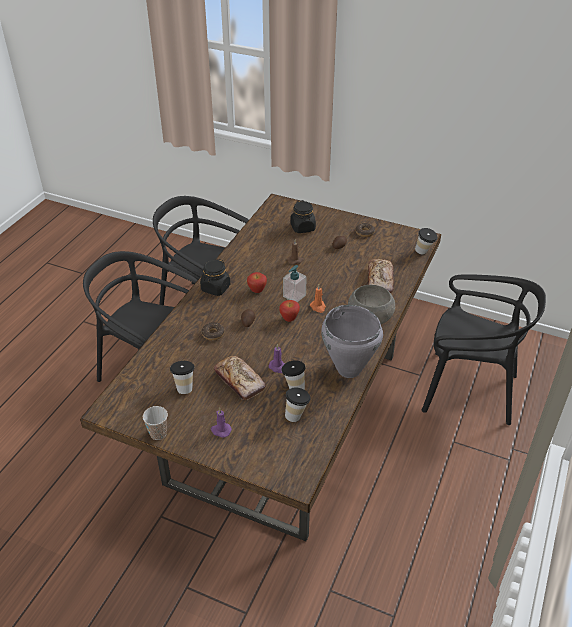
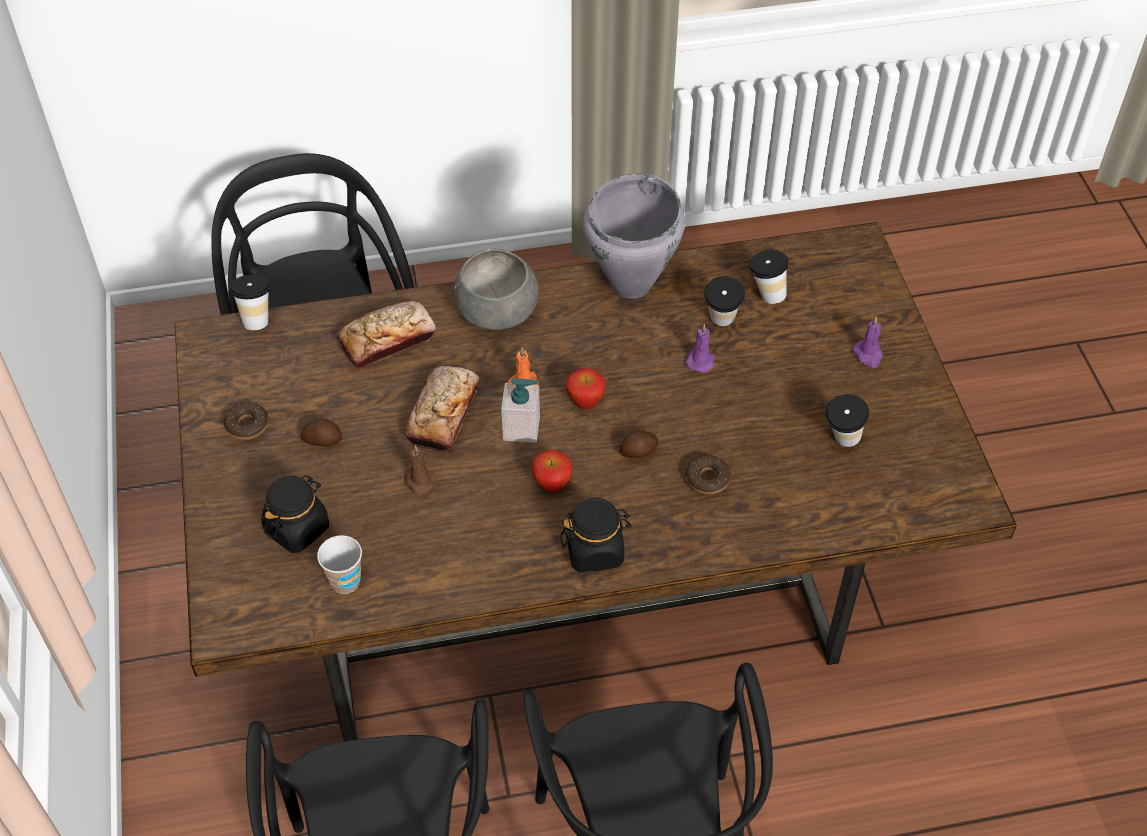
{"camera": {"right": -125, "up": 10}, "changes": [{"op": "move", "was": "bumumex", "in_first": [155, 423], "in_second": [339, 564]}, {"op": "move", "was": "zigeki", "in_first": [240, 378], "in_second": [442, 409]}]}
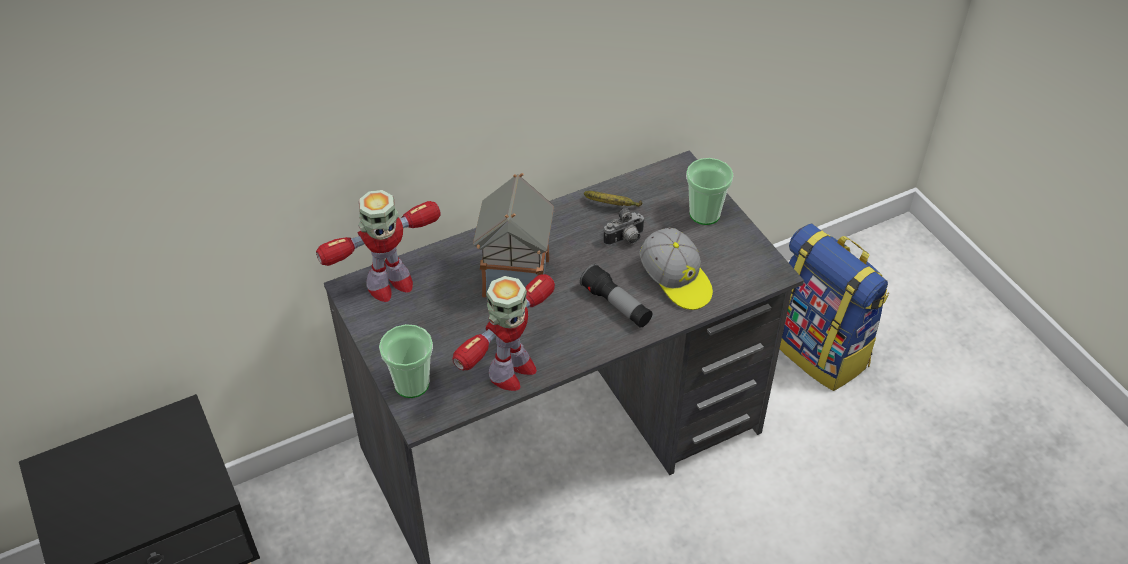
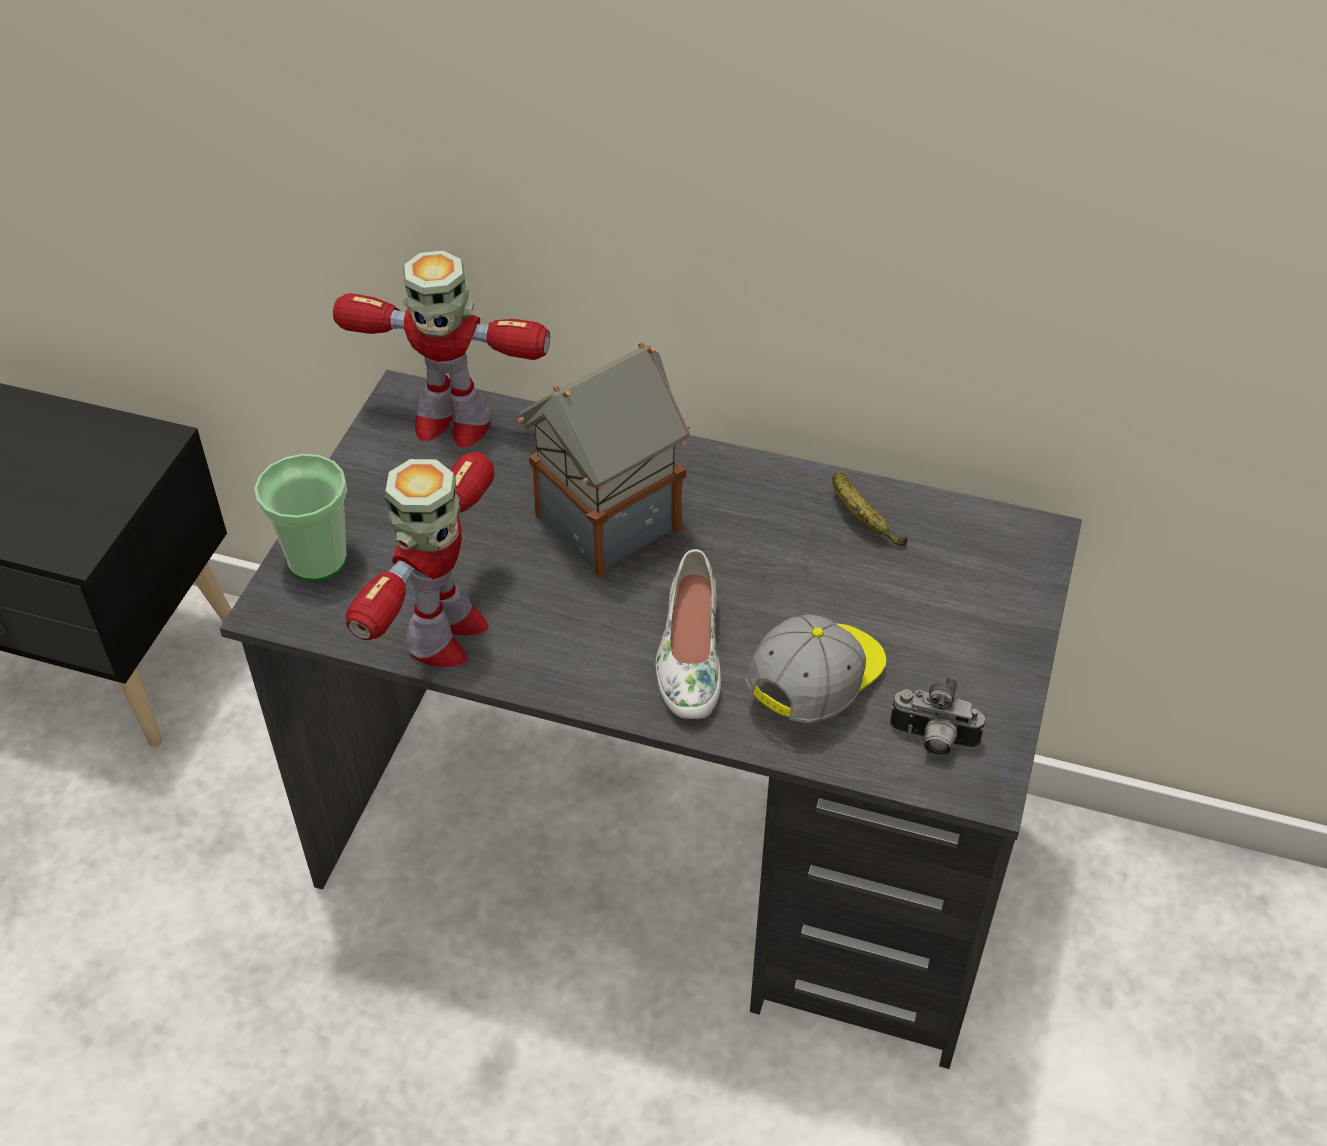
{"camera": {"right": 45, "up": 0}, "changes": [{"op": "delete", "was": "bumumex", "in_first": [710, 191]}, {"op": "delete", "was": "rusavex", "in_first": [834, 307]}, {"op": "move", "was": "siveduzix", "in_first": [624, 225], "in_second": [937, 716]}, {"op": "replace", "was": "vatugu", "now": "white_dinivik", "in_first": [616, 296], "in_second": [688, 634]}, {"op": "rotate", "was": "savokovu", "in_first": [503, 332], "in_second": [420, 559], "clockwise": -60}, {"op": "rotate", "was": "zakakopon", "in_first": [676, 269], "in_second": [815, 668], "clockwise": -150}]}
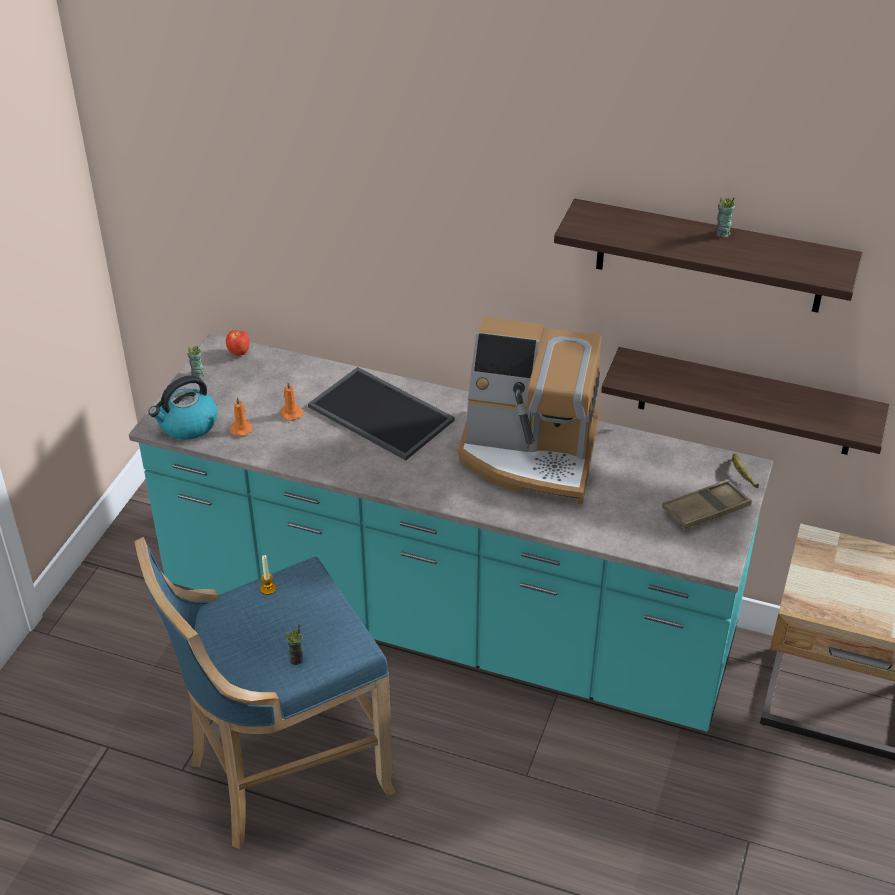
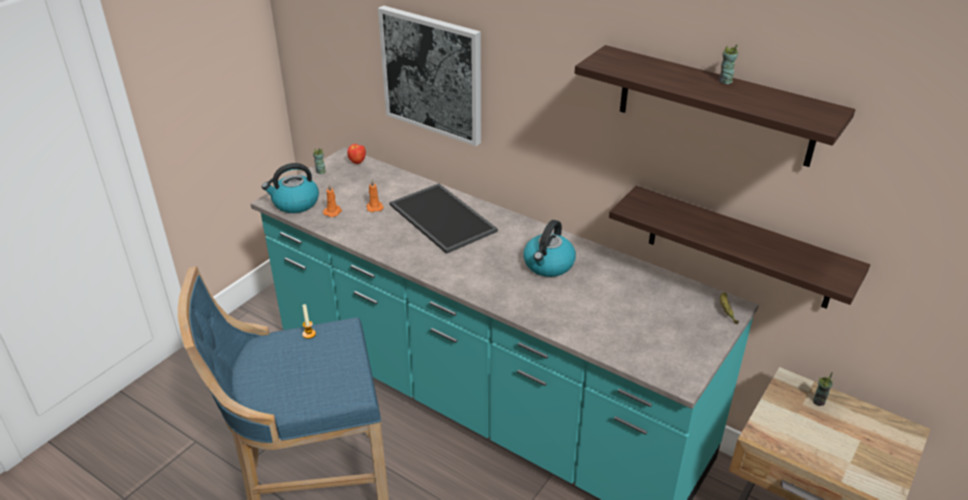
{"camera": {"right": 15, "up": -5}, "changes": [{"op": "delete", "was": "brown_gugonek", "in_first": [707, 504]}, {"op": "insert", "now": "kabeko", "in_second": [429, 76]}, {"op": "move", "was": "bumumex", "in_first": [294, 644], "in_second": [823, 389]}, {"op": "replace", "was": "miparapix", "now": "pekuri", "in_first": [530, 411], "in_second": [549, 248]}]}
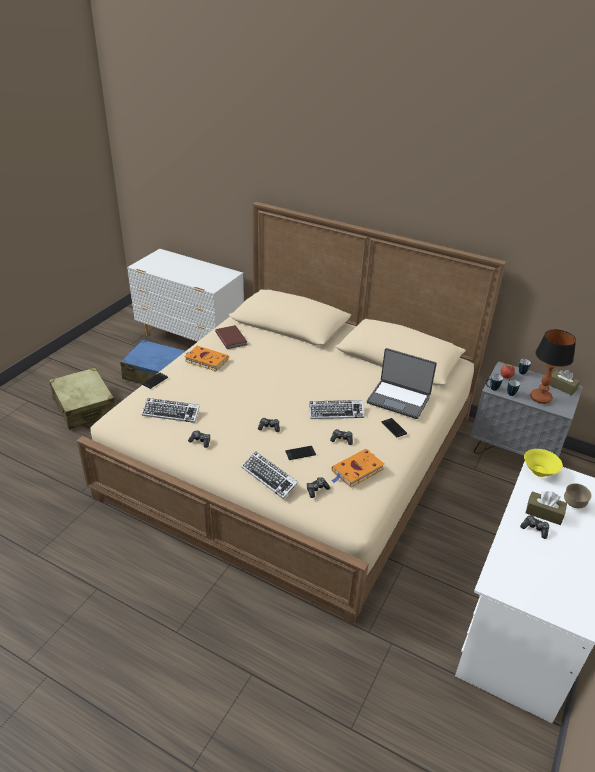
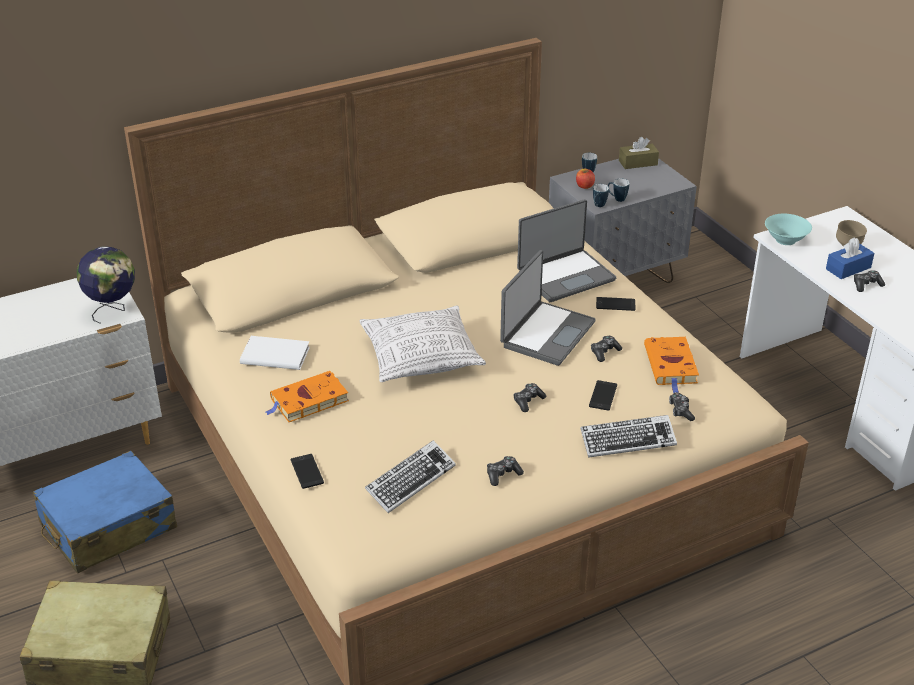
{"camera": {"right": -55, "up": 0}, "changes": [{"op": "delete", "was": "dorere", "in_first": [553, 366]}, {"op": "insert", "now": "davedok", "in_second": [106, 285]}, {"op": "insert", "now": "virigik", "in_second": [422, 343]}, {"op": "replace", "was": "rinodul", "now": "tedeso", "in_first": [336, 409], "in_second": [548, 308]}, {"op": "recolor", "was": "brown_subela", "now": "white_subela", "in_first": [231, 337], "in_second": [275, 353]}, {"op": "recolor", "was": "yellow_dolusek", "now": "turquoise_dolusek", "in_first": [543, 463], "in_second": [788, 229]}, {"op": "recolor", "was": "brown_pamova", "now": "blue_pamova", "in_first": [546, 508], "in_second": [850, 258]}]}
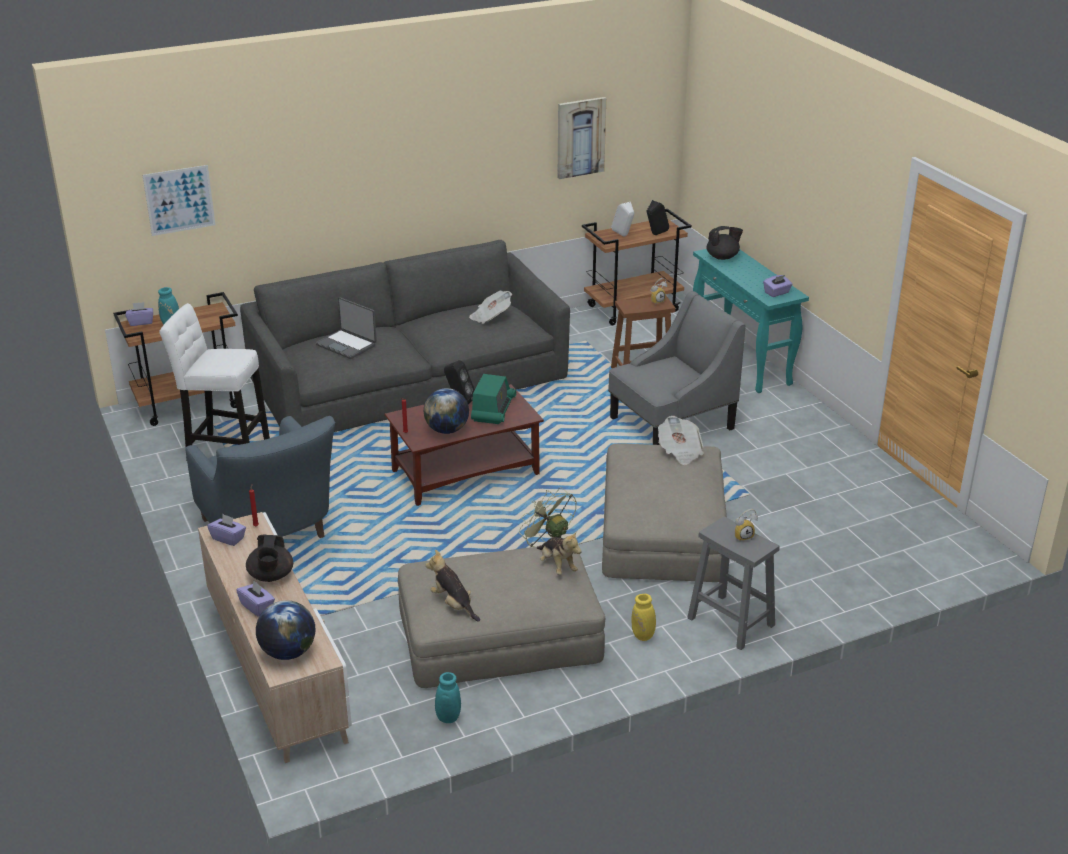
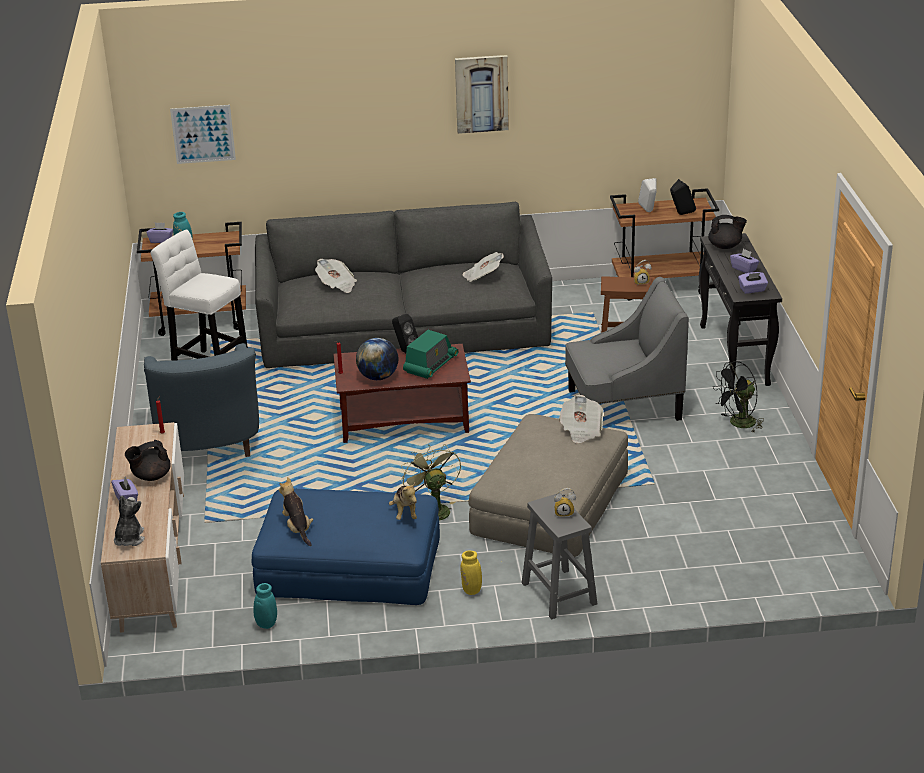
{"camera": {"right": 20, "up": 0}, "changes": [{"op": "insert", "now": "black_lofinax", "in_second": [738, 396]}, {"op": "move", "was": "purple_pamova", "in_first": [226, 530], "in_second": [745, 261]}, {"op": "move", "was": "kabeko", "in_first": [581, 138], "in_second": [482, 94]}, {"op": "replace", "was": "davedok", "now": "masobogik", "in_first": [285, 630], "in_second": [129, 520]}, {"op": "replace", "was": "tedeso", "now": "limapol", "in_first": [346, 328], "in_second": [336, 276]}, {"op": "recolor", "was": "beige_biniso", "now": "blue_biniso", "in_first": [501, 617], "in_second": [346, 547]}, {"op": "recolor", "was": "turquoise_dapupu", "now": "black_dapupu", "in_first": [751, 321], "in_second": [740, 311]}, {"op": "rotate", "was": "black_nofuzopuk", "in_first": [269, 558], "in_second": [148, 460], "clockwise": 45}]}
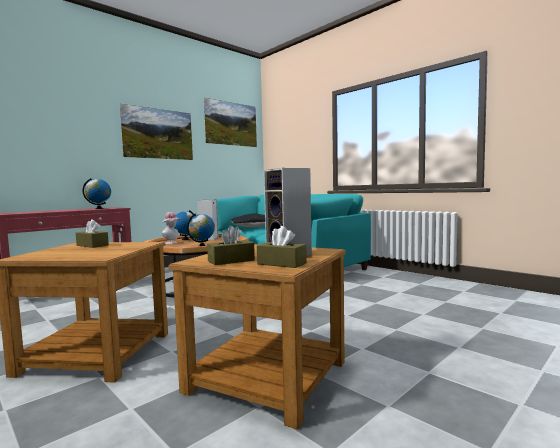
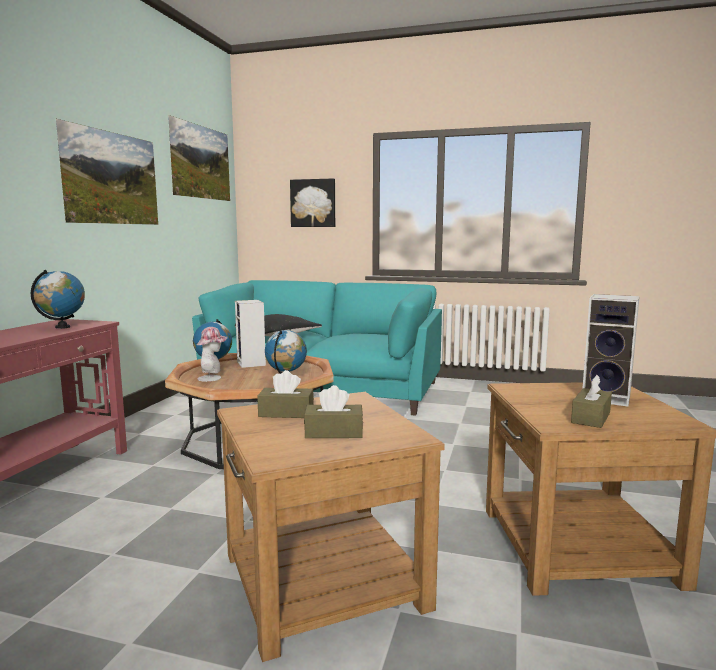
{"camera": {"right": -30, "up": 5}, "changes": [{"op": "insert", "now": "kabeko", "in_second": [312, 202]}, {"op": "move", "was": "brown_pamova", "in_first": [282, 247], "in_second": [333, 411]}]}
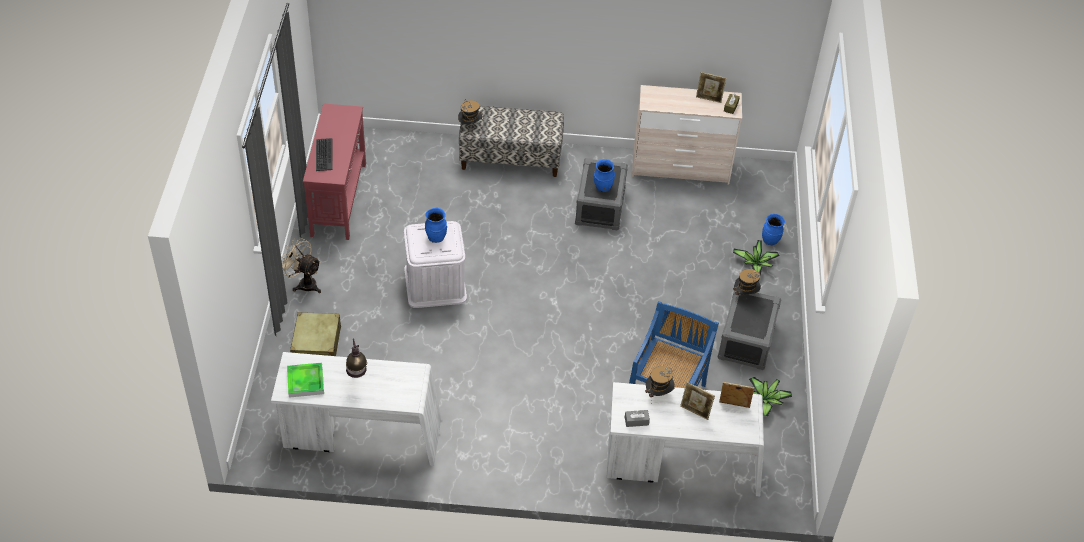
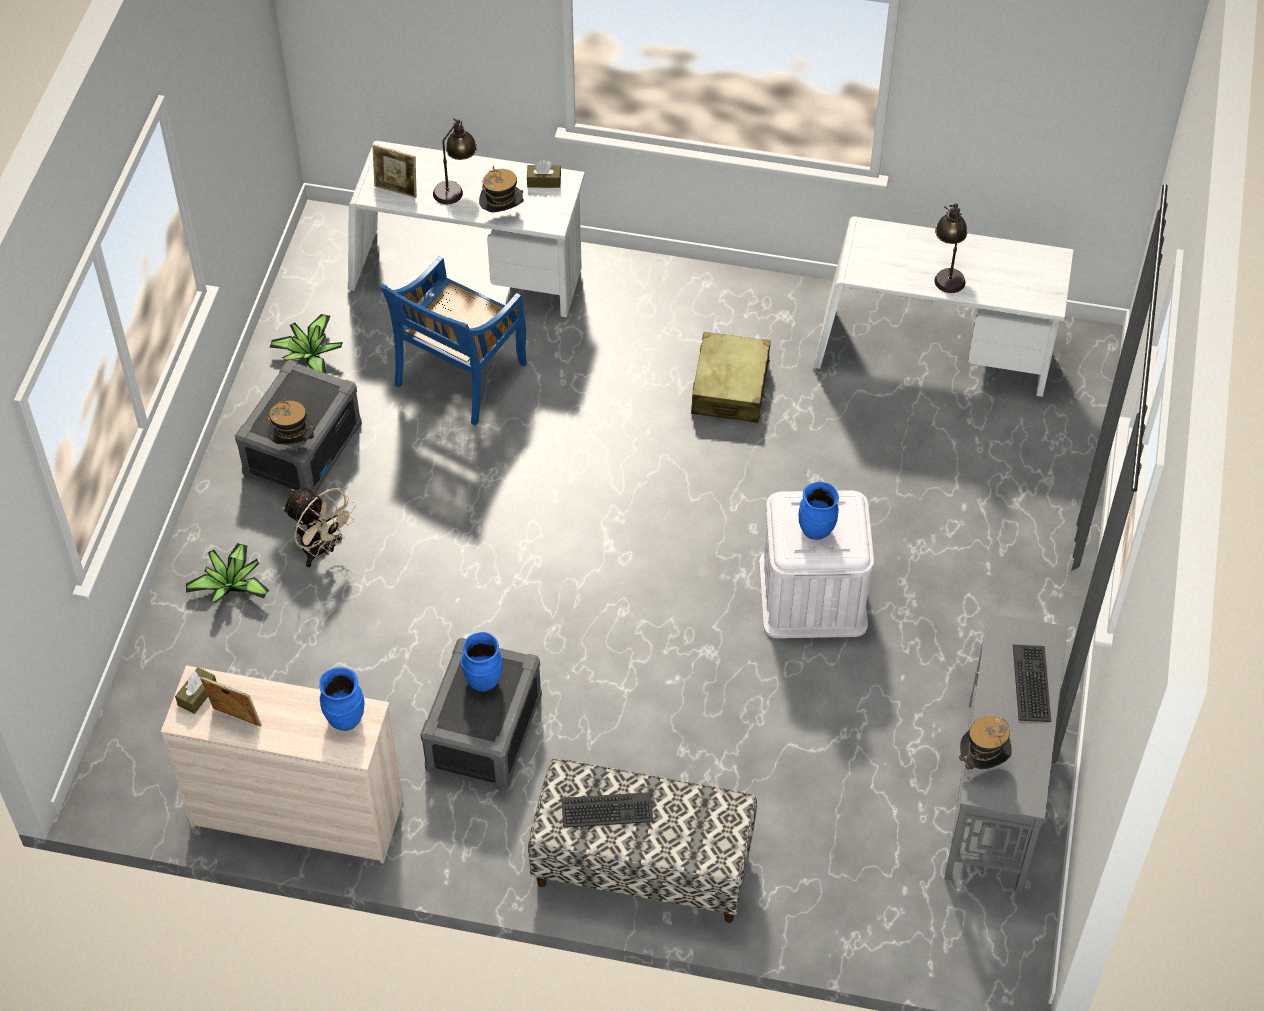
{"camera": {"right": -170, "up": 5}, "changes": [{"op": "delete", "was": "gugonek", "in_first": [305, 380]}, {"op": "insert", "now": "rinodul", "in_second": [607, 810]}, {"op": "move", "was": "beige_lofinax", "in_first": [301, 265], "in_second": [319, 527]}, {"op": "move", "was": "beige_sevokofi", "in_first": [315, 334], "in_second": [730, 377]}, {"op": "move", "was": "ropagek", "in_first": [470, 112], "in_second": [985, 747]}, {"op": "move", "was": "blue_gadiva", "in_first": [773, 229], "in_second": [341, 699]}, {"op": "replace", "was": "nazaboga", "now": "dorere", "in_first": [697, 401], "in_second": [455, 161]}, {"op": "recolor", "was": "red_dapupu", "now": "grey_dapupu", "in_first": [334, 171], "in_second": [1006, 753]}, {"op": "recolor", "was": "grey_pamova", "now": "brown_pamova", "in_first": [637, 418], "in_second": [544, 174]}]}
